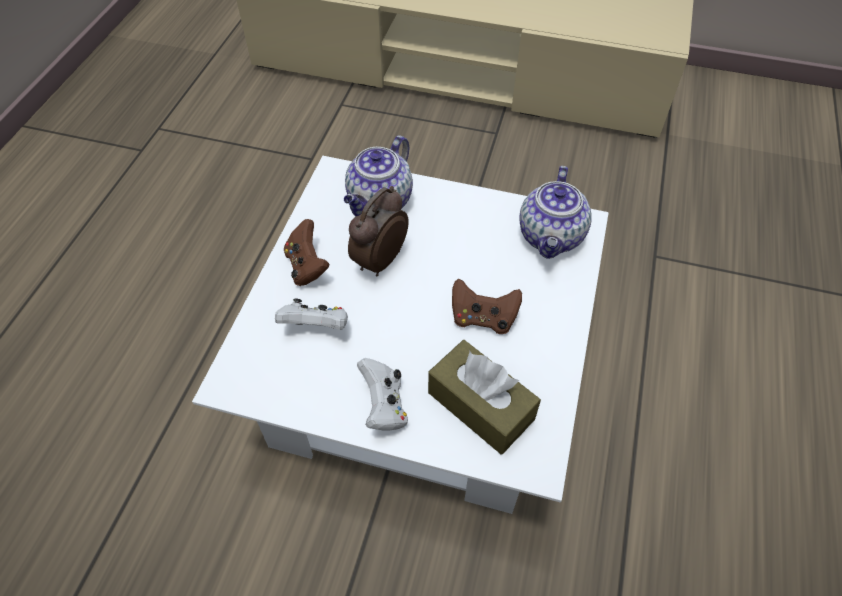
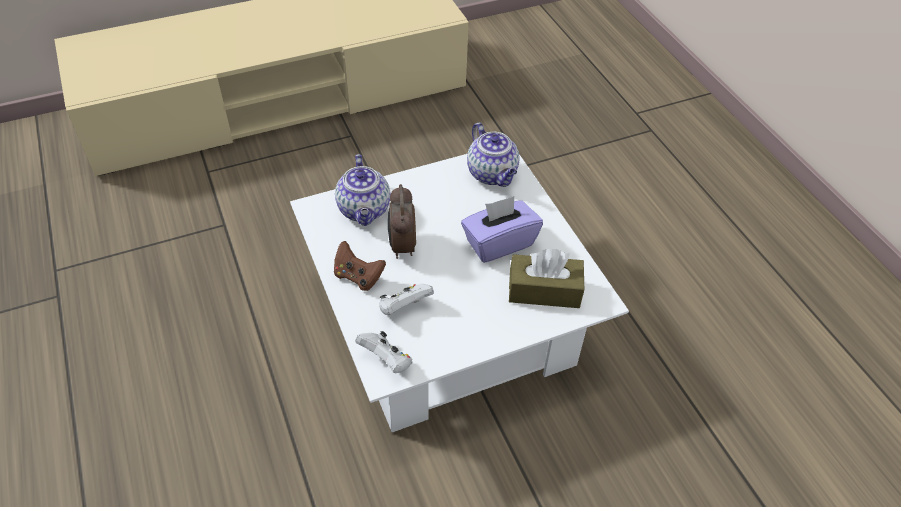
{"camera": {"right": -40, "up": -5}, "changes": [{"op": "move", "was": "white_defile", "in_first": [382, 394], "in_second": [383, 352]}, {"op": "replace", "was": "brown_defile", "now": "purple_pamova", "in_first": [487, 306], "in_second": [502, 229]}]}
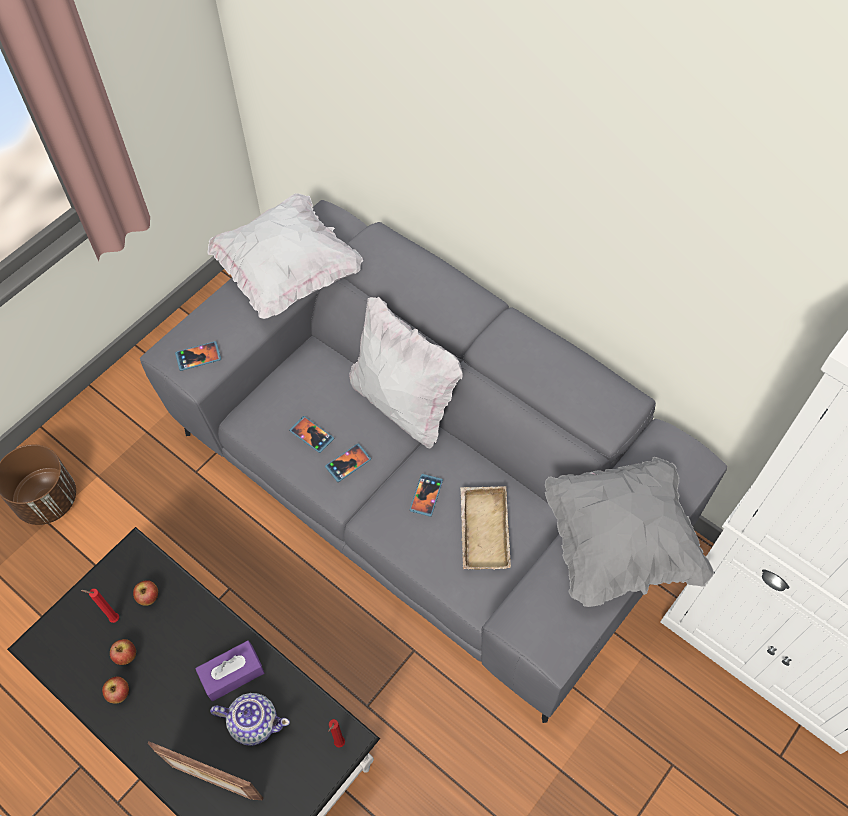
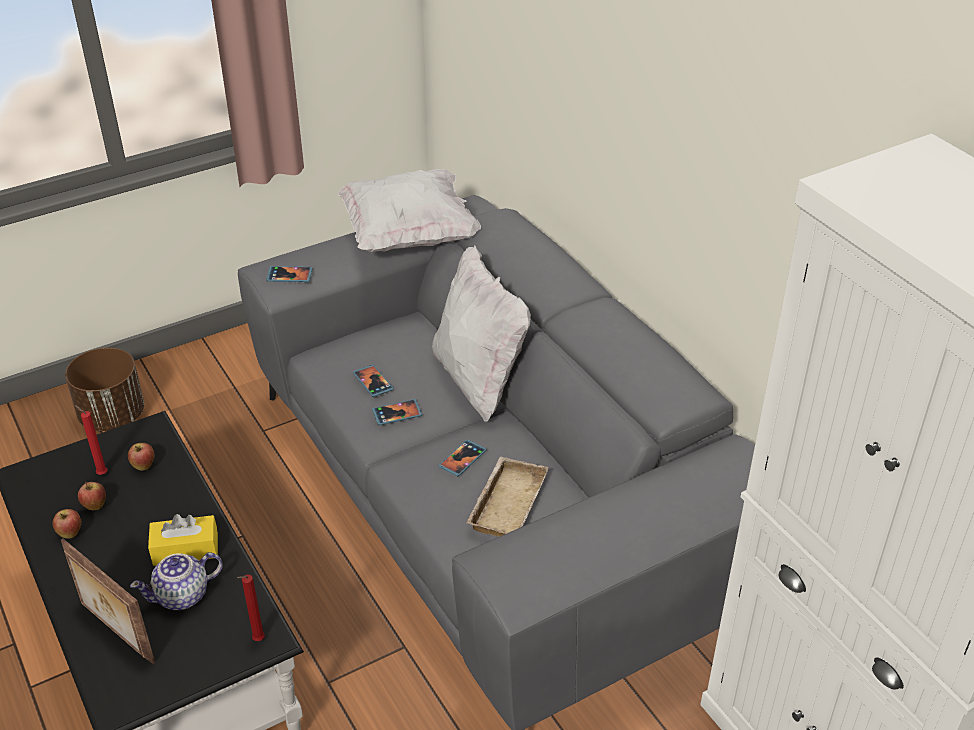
{"camera": {"right": 20, "up": -20}, "changes": [{"op": "delete", "was": "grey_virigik", "in_first": [629, 532]}, {"op": "recolor", "was": "purple_pamova", "now": "yellow_pamova", "in_first": [229, 671], "in_second": [183, 540]}, {"op": "rotate", "was": "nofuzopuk", "in_first": [250, 719], "in_second": [176, 581], "clockwise": 120}]}
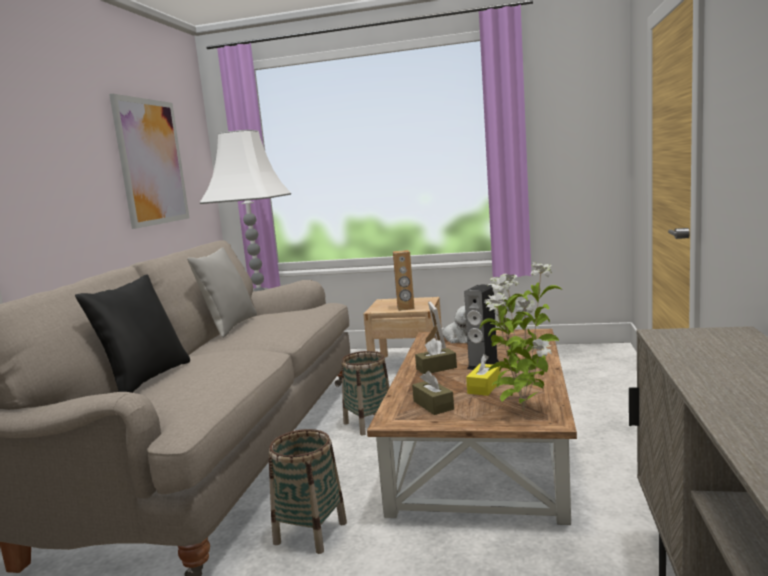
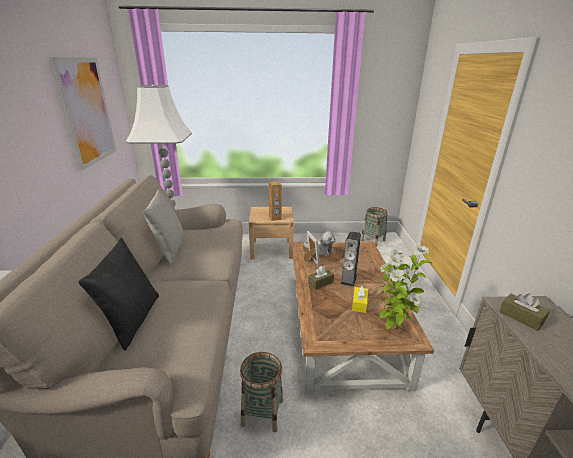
{"camera": {"right": -15, "up": 15}, "changes": [{"op": "move", "was": "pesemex", "in_first": [365, 393], "in_second": [374, 227]}, {"op": "move", "was": "brown_pamova", "in_first": [433, 393], "in_second": [524, 312]}]}
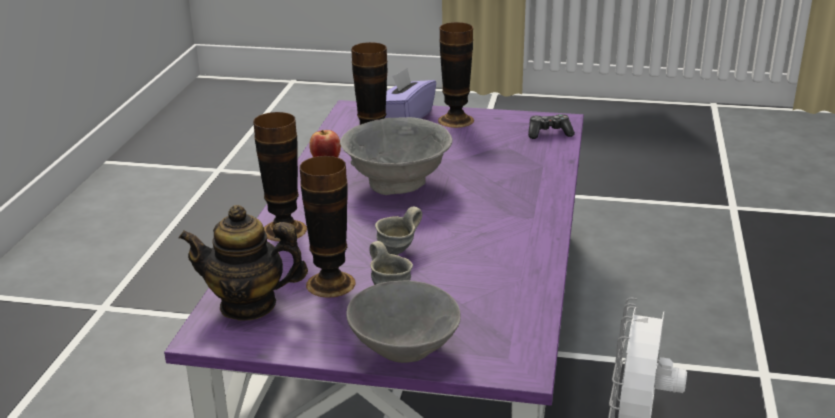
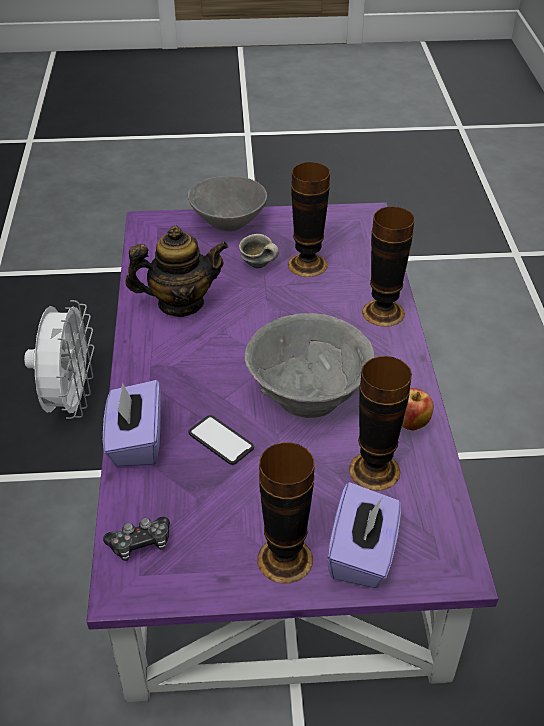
{"camera": {"right": 165, "up": 15}, "changes": [{"op": "delete", "was": "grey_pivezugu", "in_first": [398, 231]}, {"op": "insert", "now": "purple_pamova", "in_second": [132, 423]}, {"op": "insert", "now": "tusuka", "in_second": [221, 440]}, {"op": "move", "was": "nofuzopuk", "in_first": [243, 263], "in_second": [176, 271]}]}
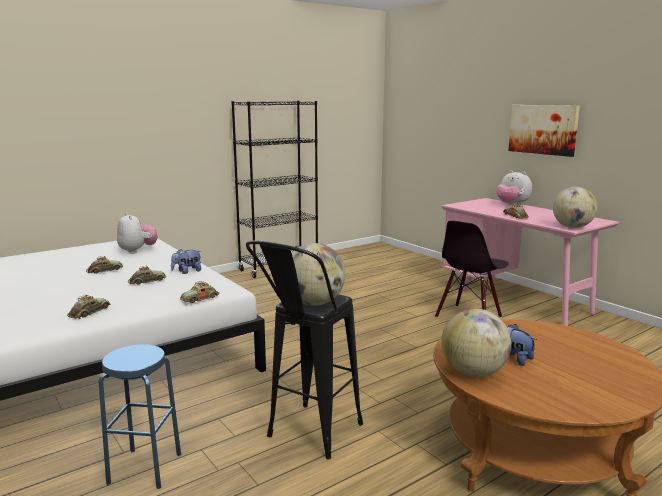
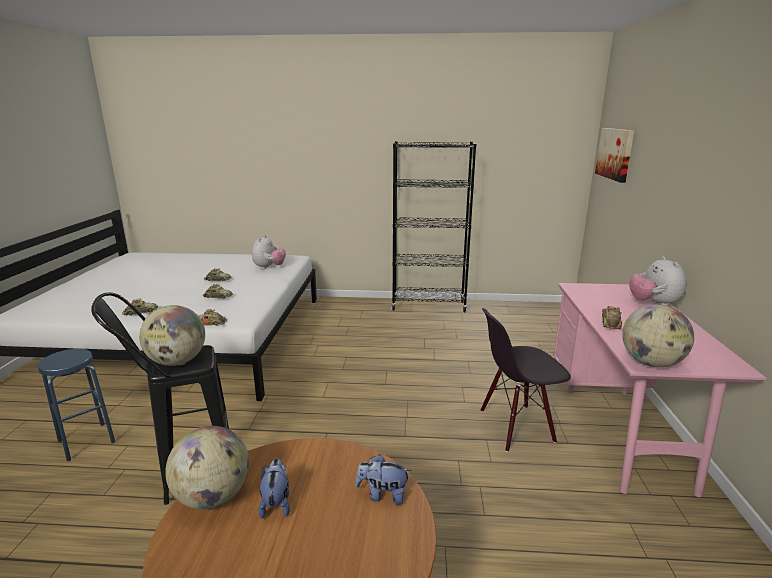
{"camera": {"right": 40, "up": 5}, "changes": [{"op": "move", "was": "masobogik", "in_first": [186, 261], "in_second": [383, 479]}, {"op": "move", "was": "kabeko", "in_first": [544, 131], "in_second": [614, 155]}]}
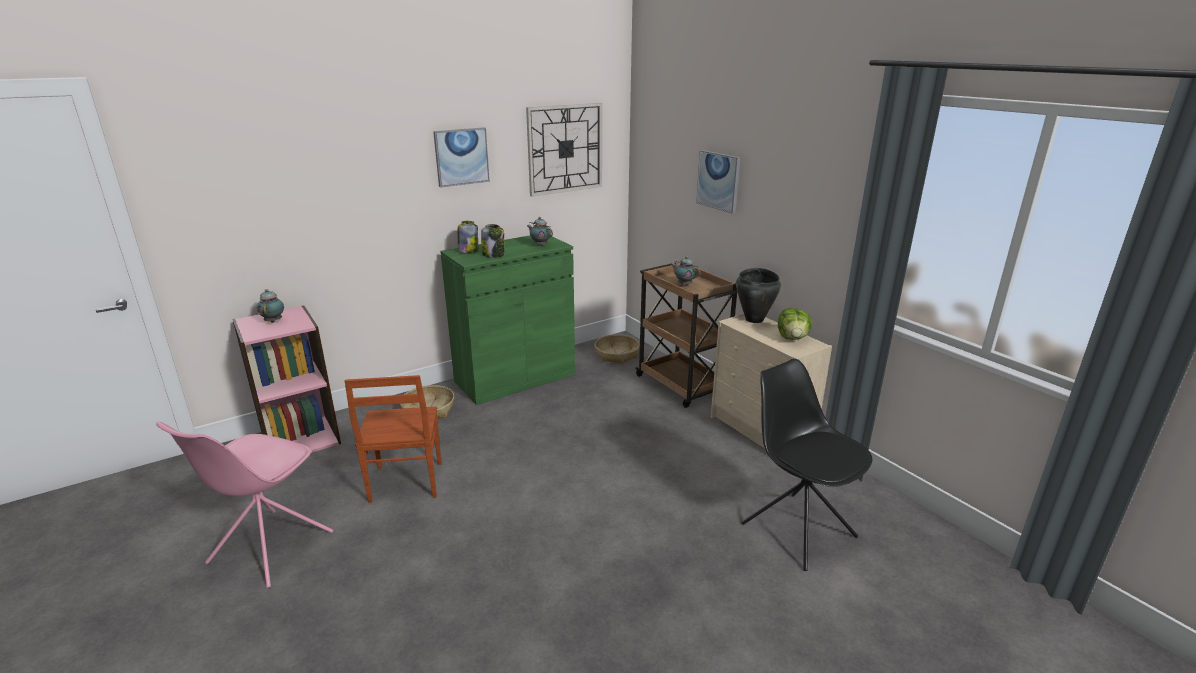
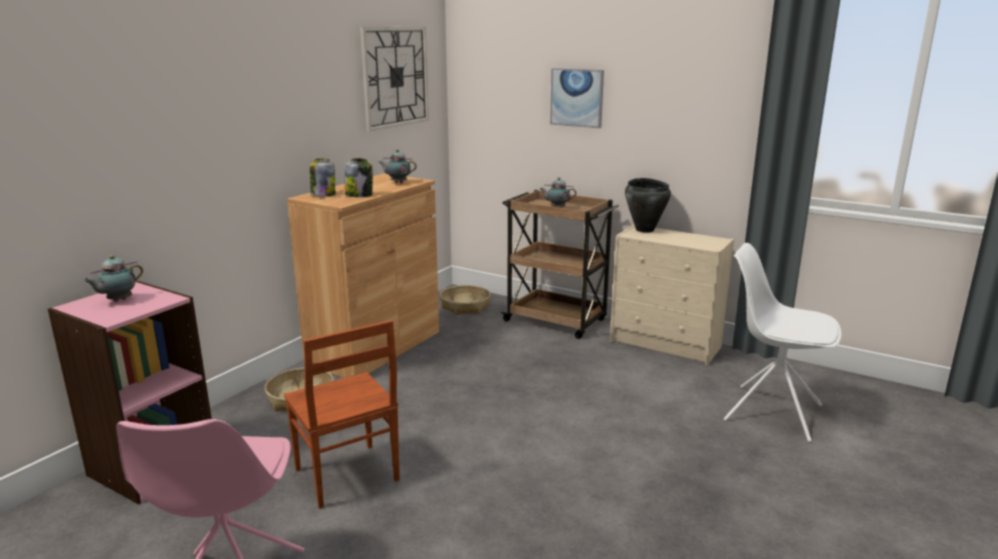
{"camera": {"right": -25, "up": -5}, "changes": [{"op": "delete", "was": "kabeko", "in_first": [461, 157]}, {"op": "delete", "was": "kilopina", "in_first": [795, 324]}, {"op": "recolor", "was": "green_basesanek", "now": "brown_basesanek", "in_first": [507, 320], "in_second": [363, 276]}, {"op": "recolor", "was": "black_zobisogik", "now": "white_zobisogik", "in_first": [806, 465], "in_second": [782, 342]}, {"op": "rotate", "was": "nofuzopuk", "in_first": [270, 306], "in_second": [113, 278], "clockwise": -105}]}
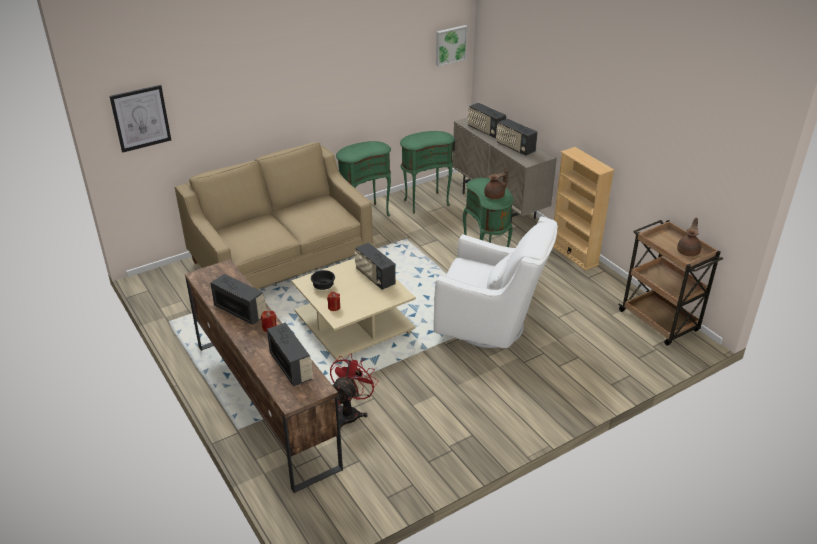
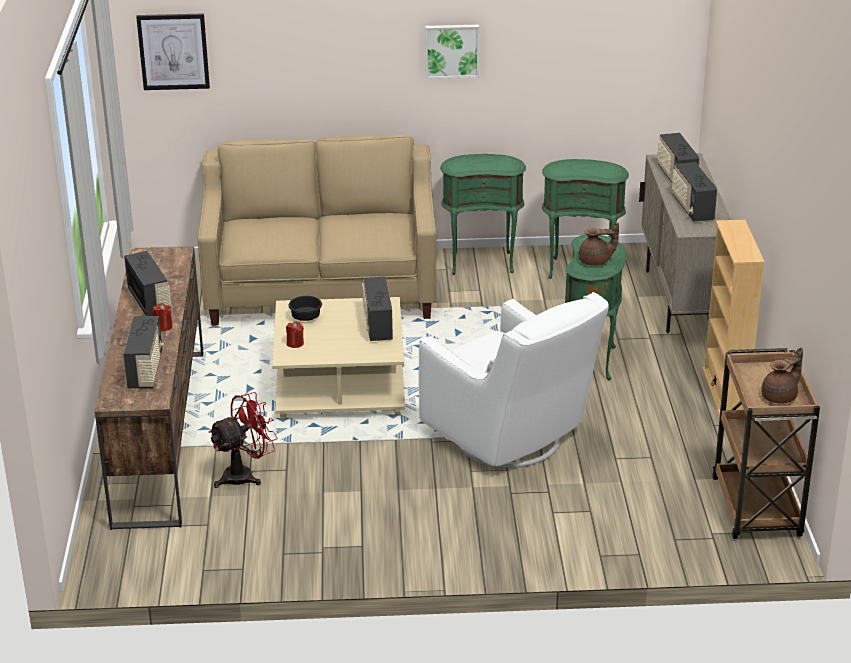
{"camera": {"right": 30, "up": -5}, "changes": [{"op": "move", "was": "kabeko", "in_first": [452, 46], "in_second": [452, 52]}]}
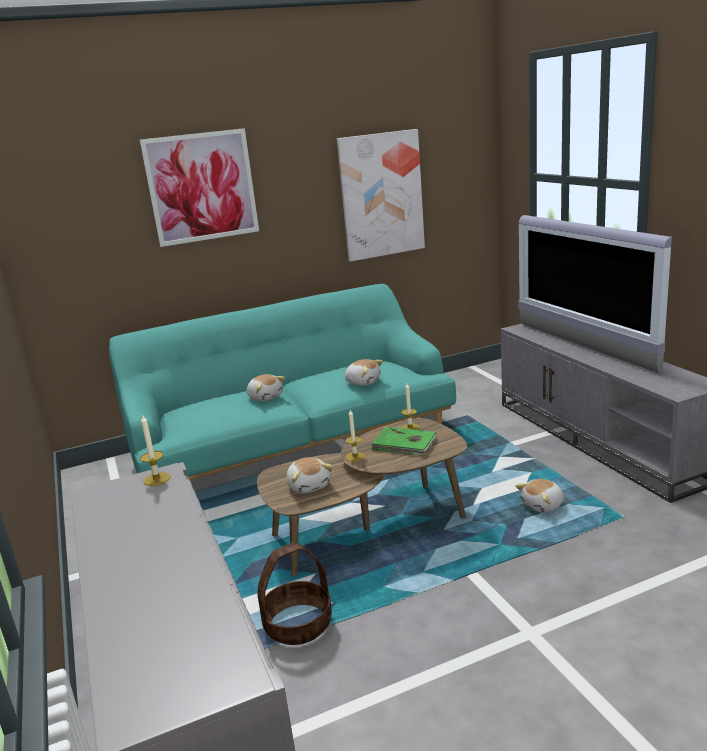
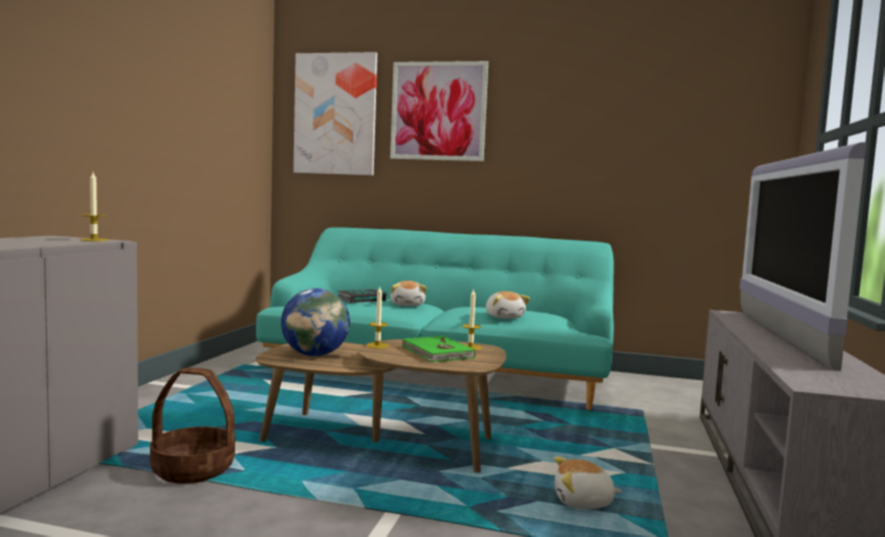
{"camera": {"right": 35, "up": -15}, "changes": [{"op": "insert", "now": "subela", "in_second": [362, 296]}, {"op": "move", "was": "kabeko", "in_first": [381, 195], "in_second": [335, 114]}, {"op": "replace", "was": "masobogik", "now": "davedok", "in_first": [309, 475], "in_second": [315, 322]}]}
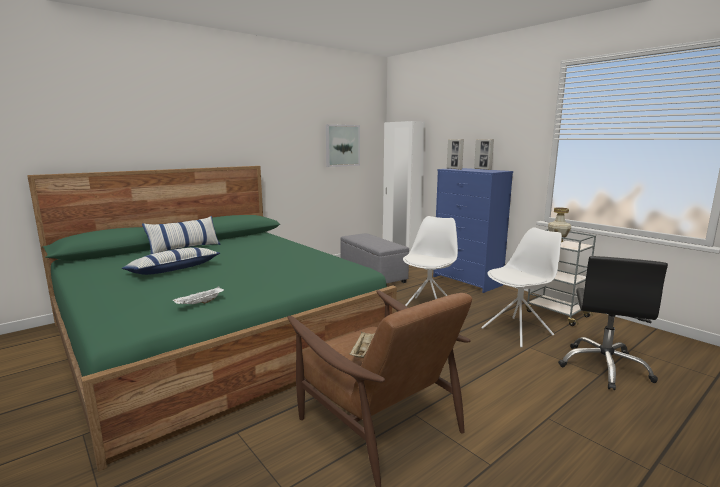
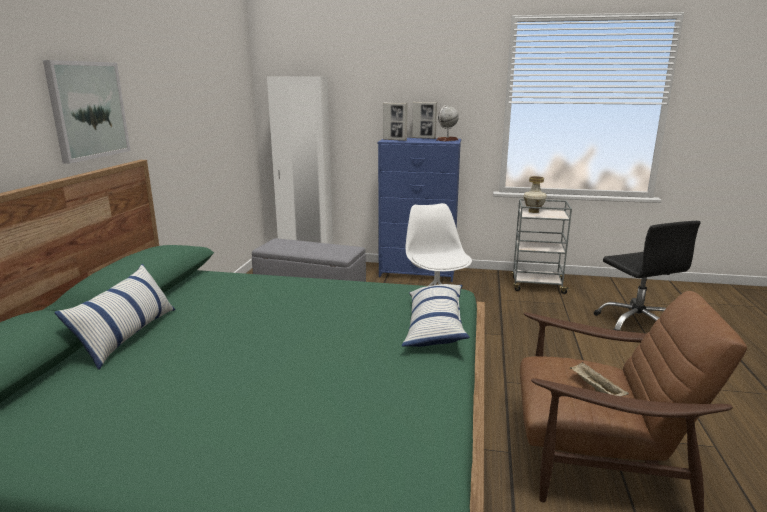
{"camera": {"right": -40, "up": 5}, "changes": [{"op": "delete", "was": "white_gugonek", "in_first": [198, 295]}, {"op": "delete", "was": "white_zobisogik", "in_first": [521, 287]}, {"op": "insert", "now": "davedok", "in_second": [447, 123]}, {"op": "move", "was": "virigik", "in_first": [171, 261], "in_second": [436, 315]}, {"op": "move", "was": "kabeko", "in_first": [343, 145], "in_second": [86, 112]}]}
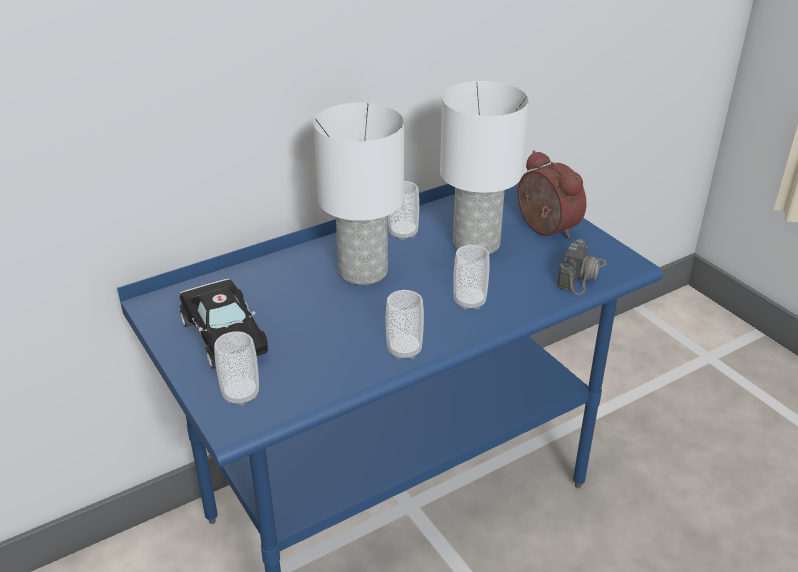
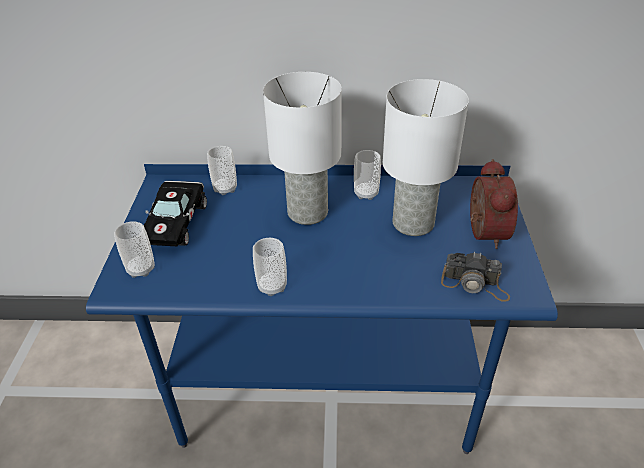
{"camera": {"right": 35, "up": 5}, "changes": [{"op": "move", "was": "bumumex", "in_first": [471, 277], "in_second": [222, 170]}, {"op": "rotate", "was": "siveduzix", "in_first": [582, 266], "in_second": [475, 277], "clockwise": 45}]}
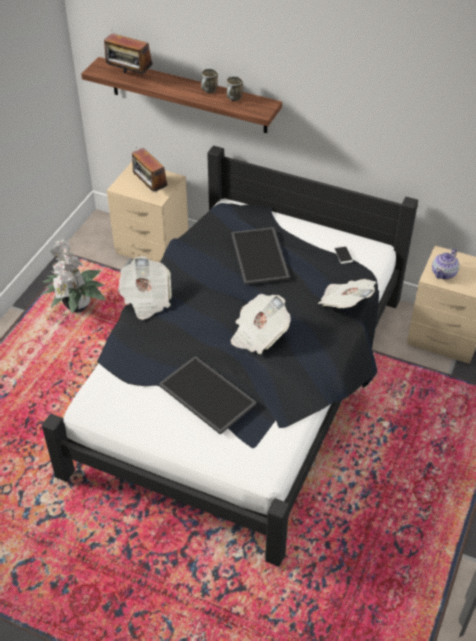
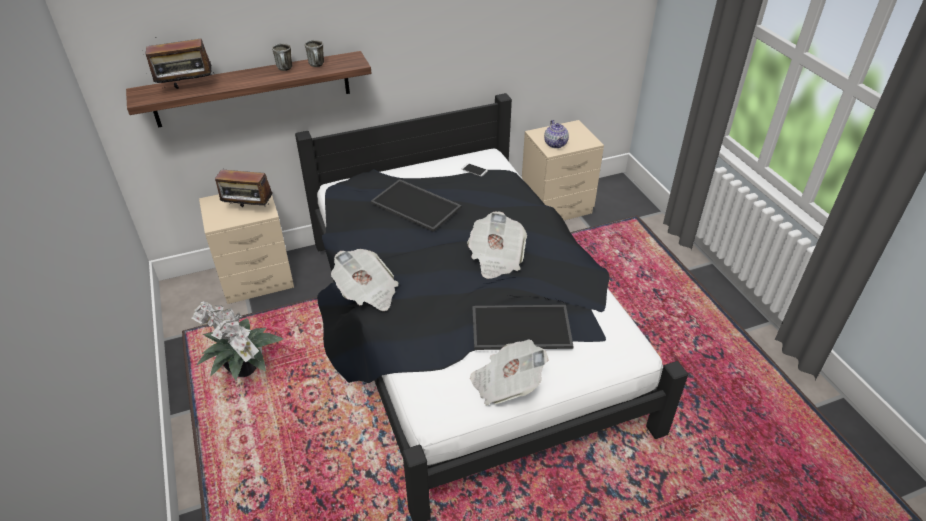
{"camera": {"right": -45, "up": -5}, "changes": [{"op": "move", "was": "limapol", "in_first": [347, 293], "in_second": [509, 372]}]}
